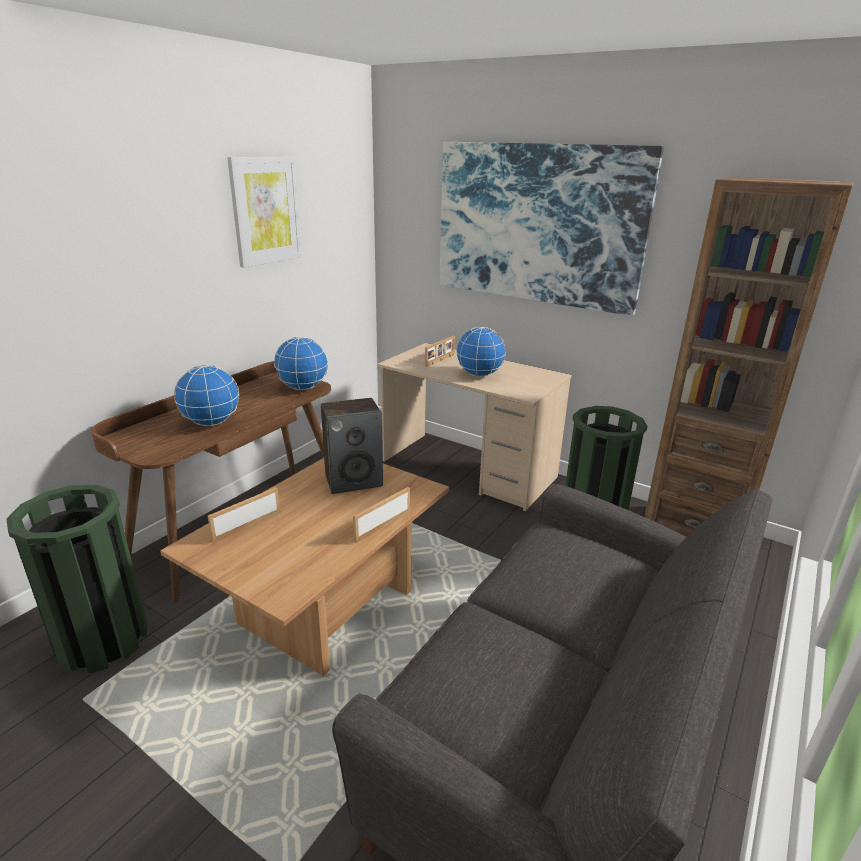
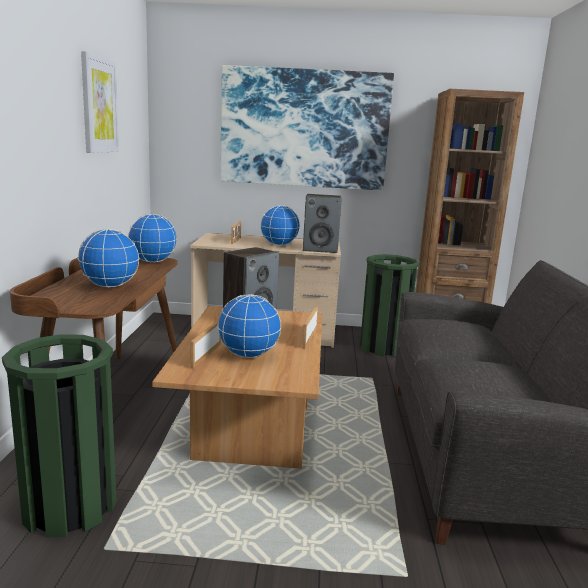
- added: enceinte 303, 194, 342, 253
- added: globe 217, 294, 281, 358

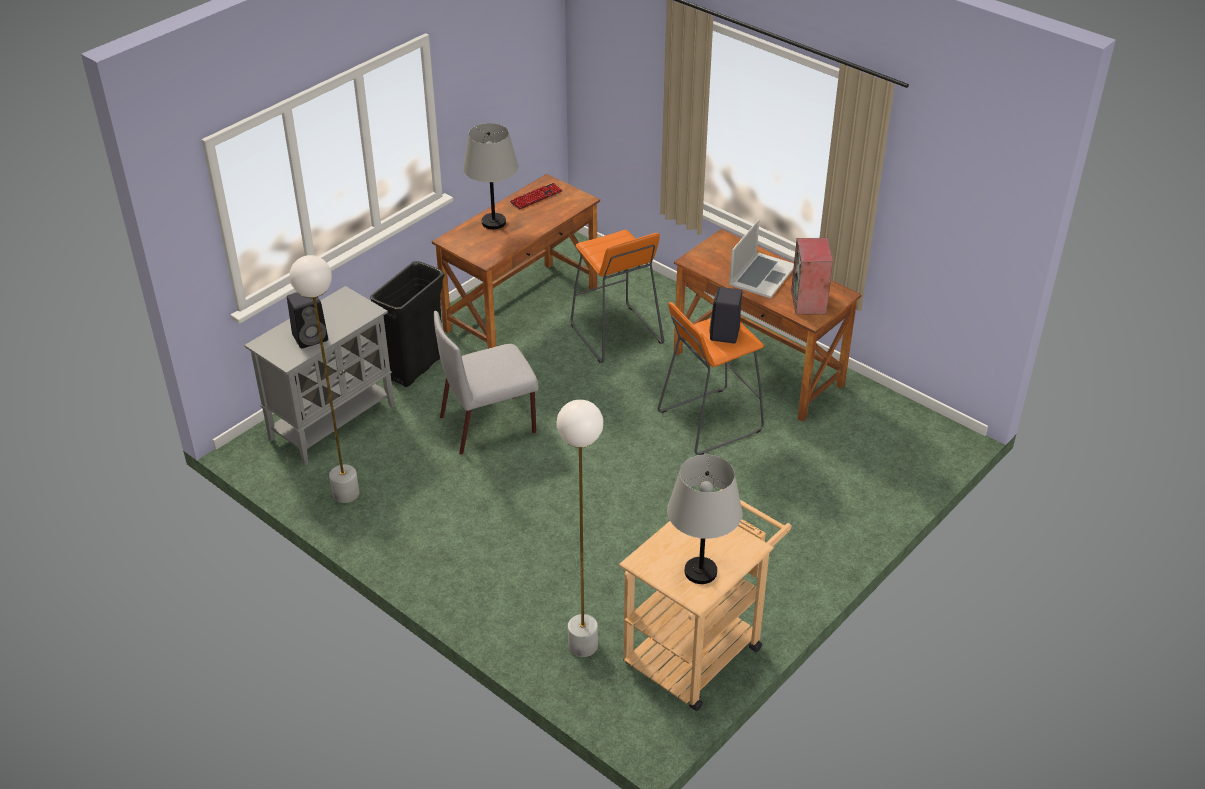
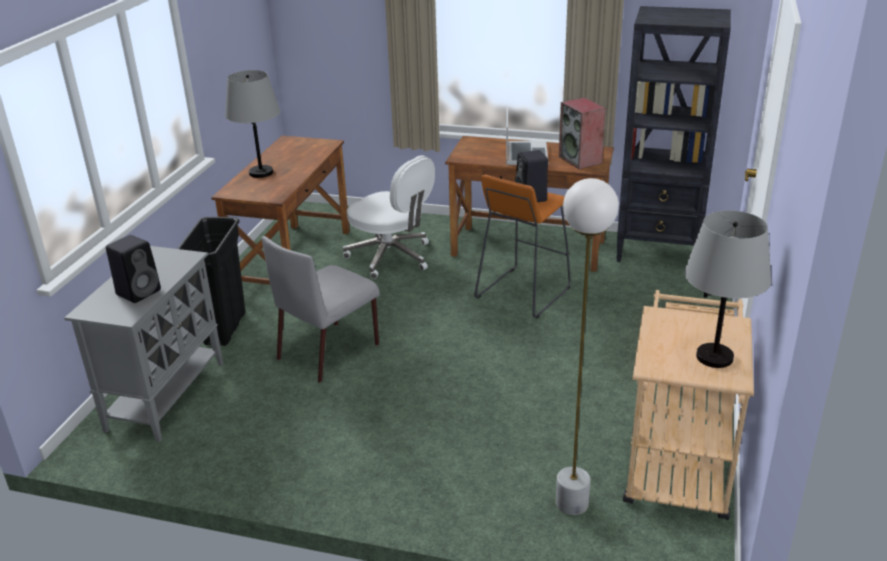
- removed: clavier 510, 183, 563, 210
- replaced: tabouret (orange) 571, 230, 664, 363 to chaise de bureau (blanc) 343, 155, 435, 279
- removed: lampadaire (blanc) 289, 255, 359, 503
- added: bibliothèque (noir) 616, 6, 731, 262

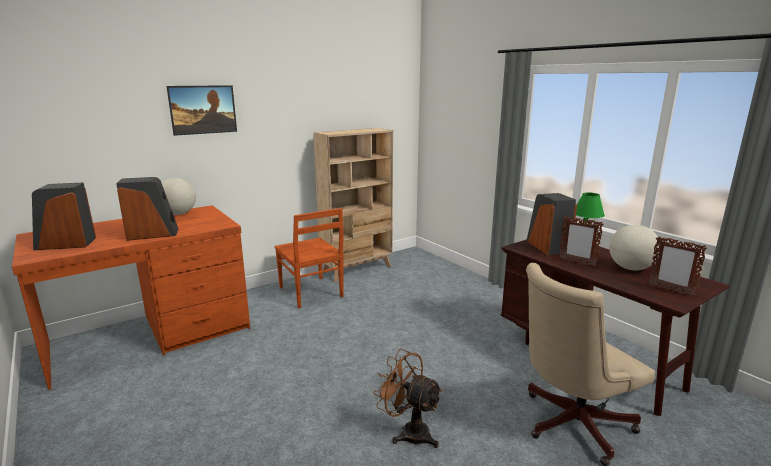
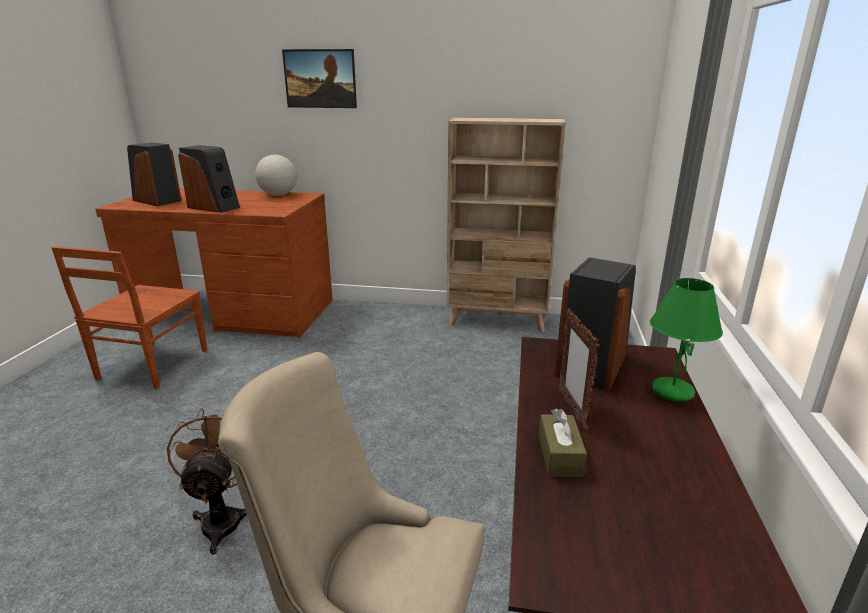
- moved: chaise (marron) 275, 208, 344, 308 to 51, 246, 207, 389
- removed: globe 609, 225, 660, 270
- removed: cadre photo 649, 236, 707, 297
- added: boîte à mouchoirs (marron) 539, 409, 587, 477

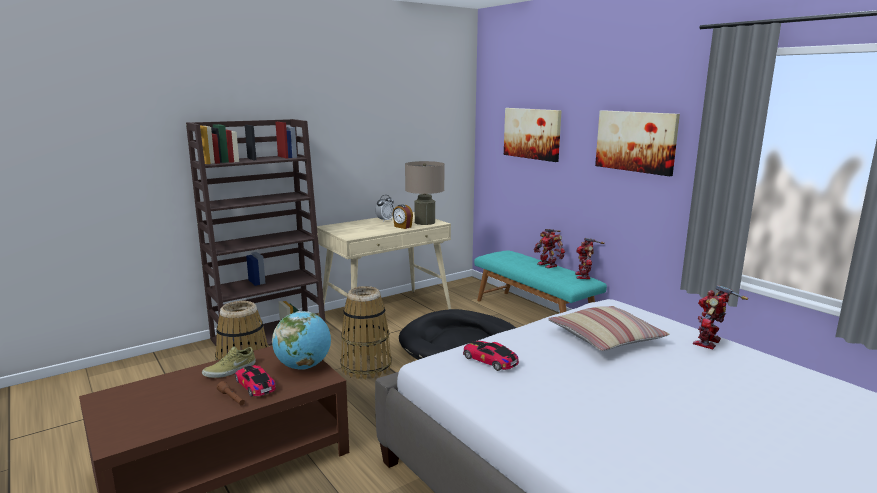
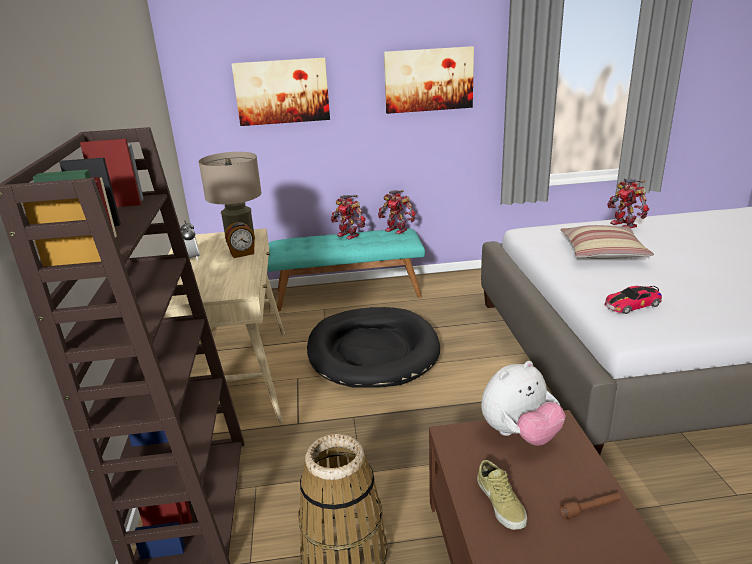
- turned: robot jouet 534, 229, 565, 268 = 331, 195, 366, 240 45 degrees clockwise
- removed: panier 340, 286, 392, 379
- replaced: globe 272, 311, 331, 370 to peluche 481, 361, 566, 446
- removed: petite voiture 235, 365, 276, 397

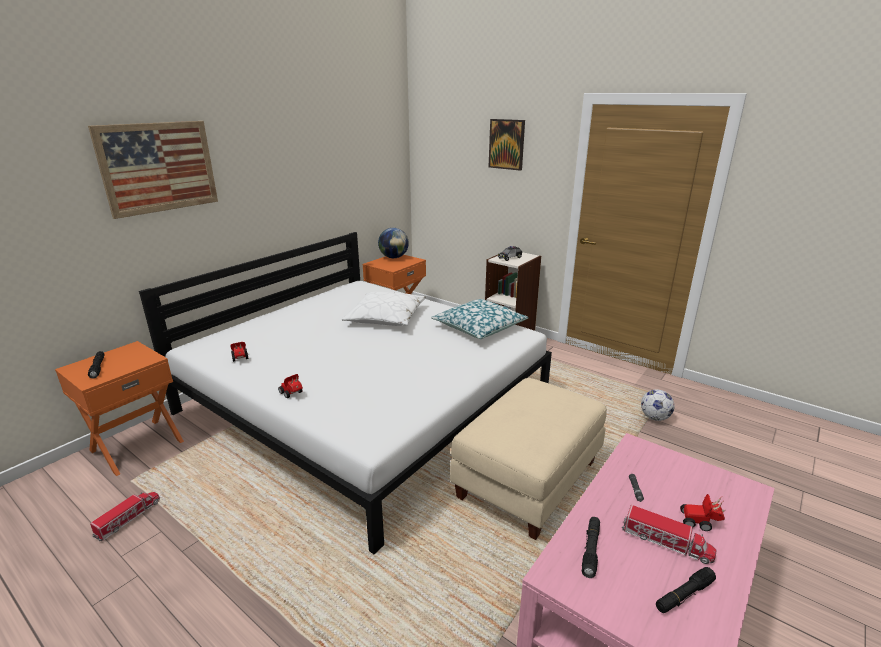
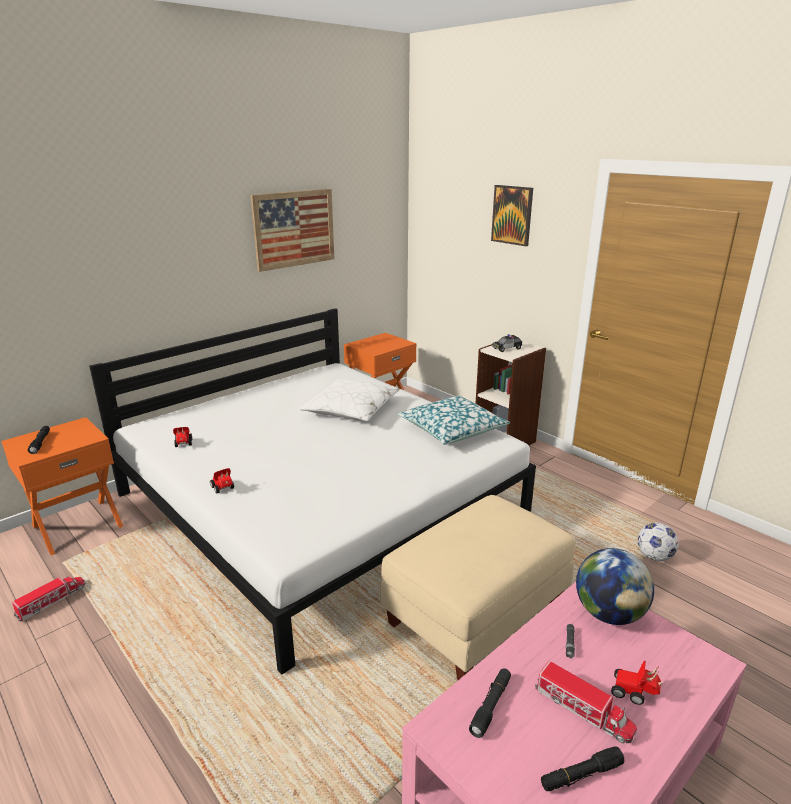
- moved: tableau 88, 121, 218, 219 to 250, 189, 334, 272
- moved: globe 378, 228, 409, 258 to 576, 548, 654, 625

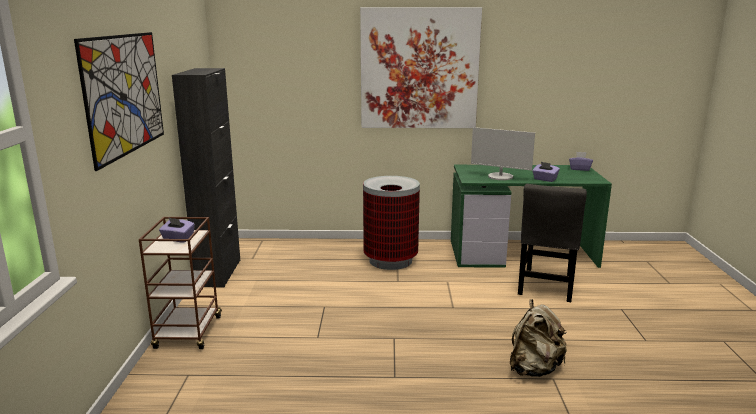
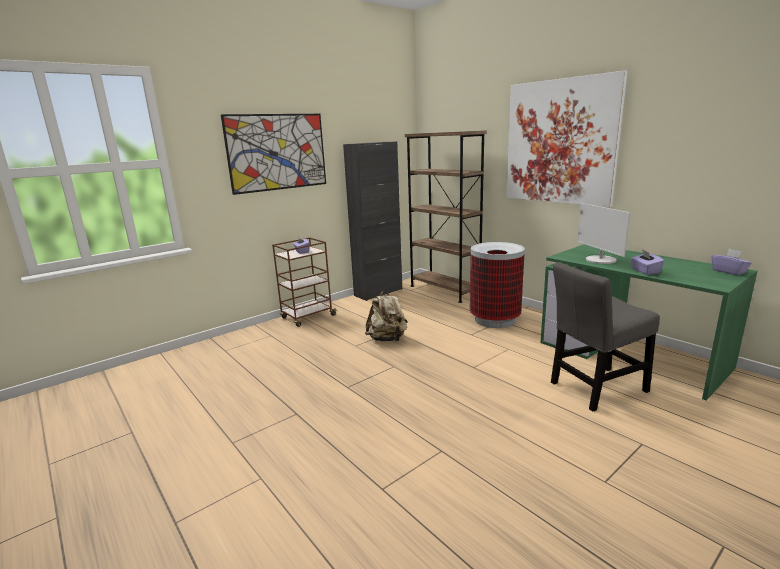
- moved: sac à dos (beige) 510, 299, 567, 377 to 365, 289, 408, 342
- added: bibliothèque (marron) 405, 131, 487, 303

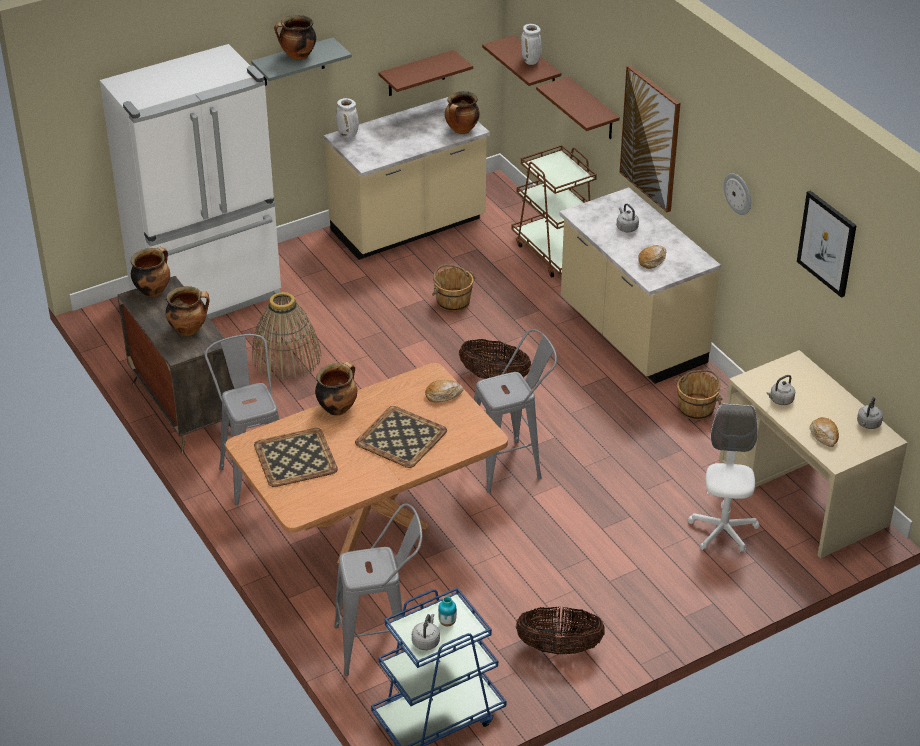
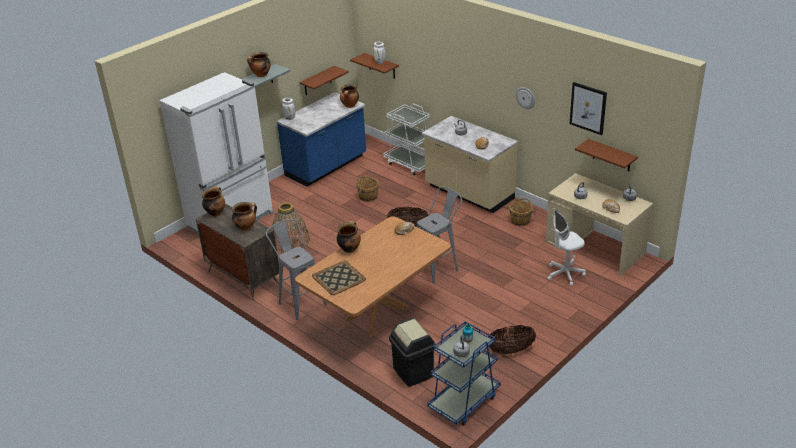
- removed: tableau 619, 65, 681, 212
- moved: étagère (marron) 536, 76, 620, 139 to 575, 139, 638, 171
- recoloured: comptoir de cuisine (beige) 324, 97, 490, 260 to comptoir de cuisine (bleu) 277, 92, 366, 187
- recoloured: chariot (marron) 511, 145, 597, 277 to chariot (blanc) 383, 104, 430, 175
- turned: chaise de bureau (blanc) 688, 404, 760, 553 = 548, 208, 586, 286 105 degrees counterclockwise
- removed: plateau 355, 406, 447, 468
- replaced: tabouret (gris) 334, 503, 423, 676 to poubelle (noir) 389, 318, 436, 387

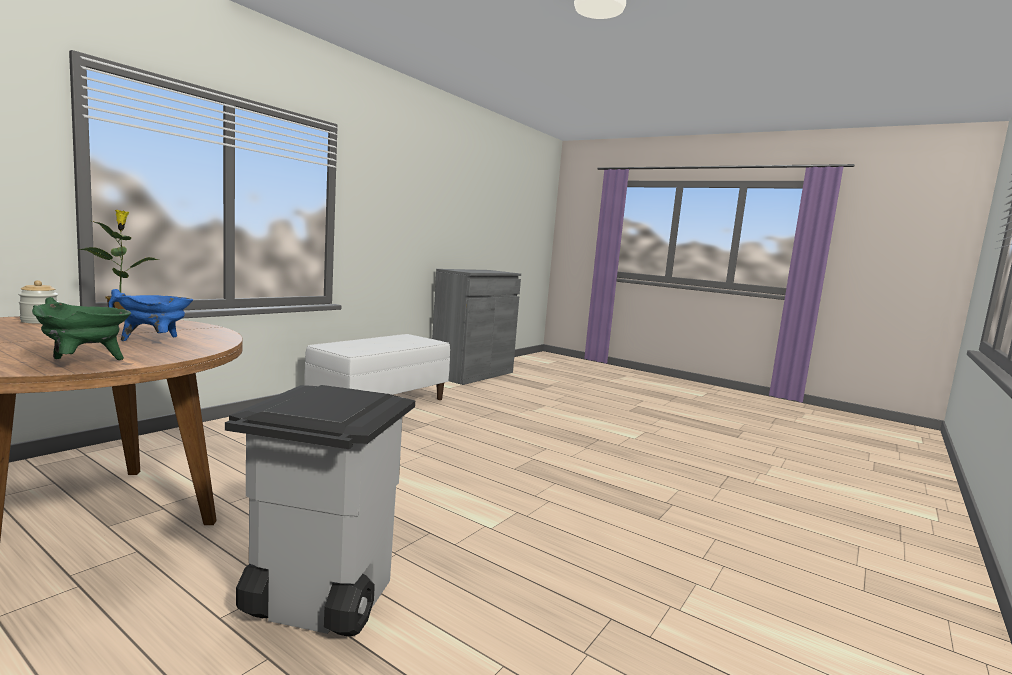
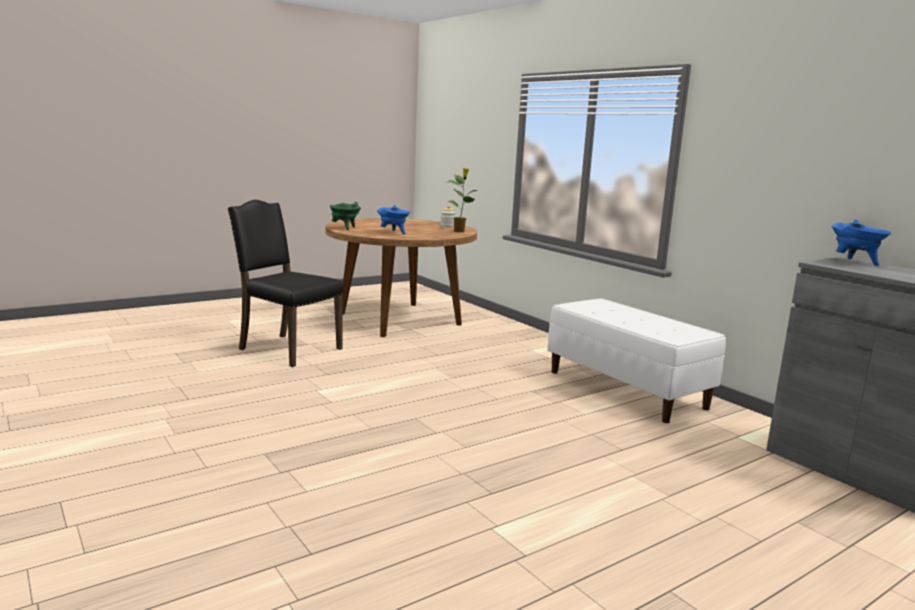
- replaced: poubelle (gris) 225, 385, 415, 636 to chaise (noir) 228, 200, 344, 367
- added: marmite (bleu) 831, 220, 891, 266

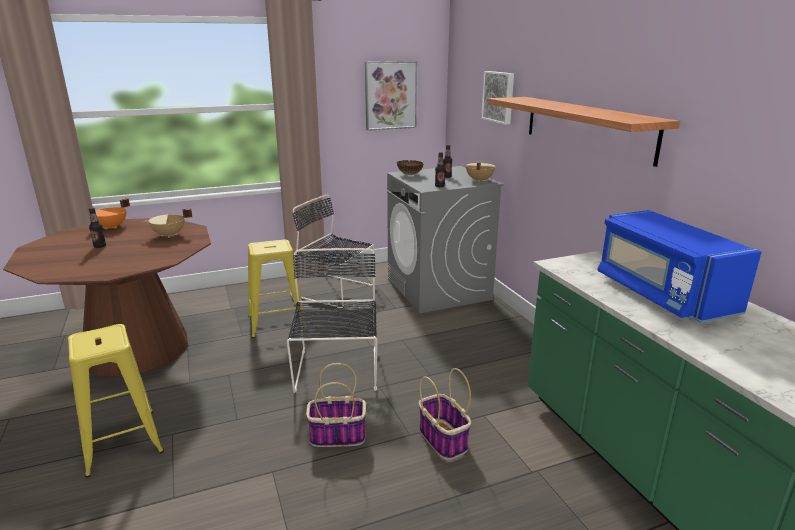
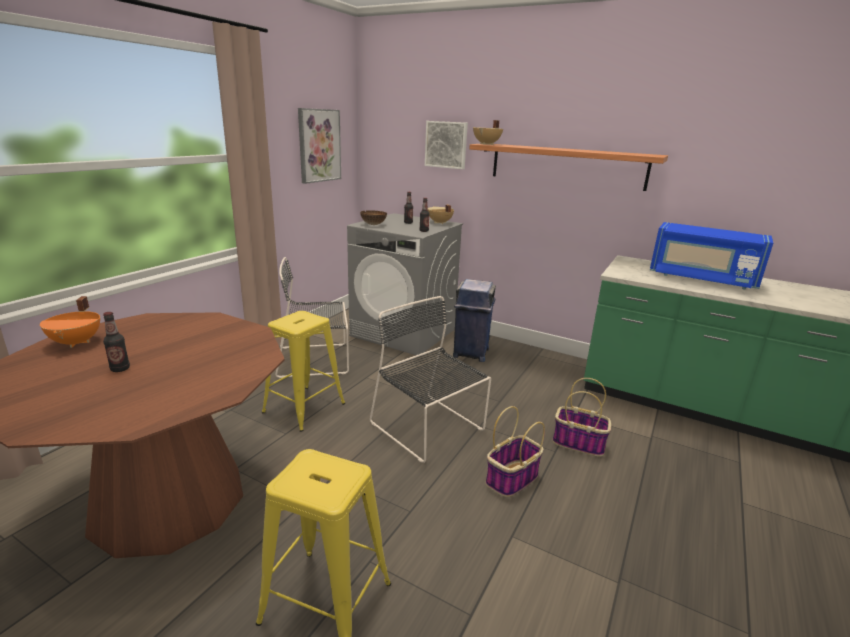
- moved: marmite (beige) 144, 209, 192, 238 to 473, 120, 503, 145
- added: poubelle (bleu) 453, 279, 496, 362

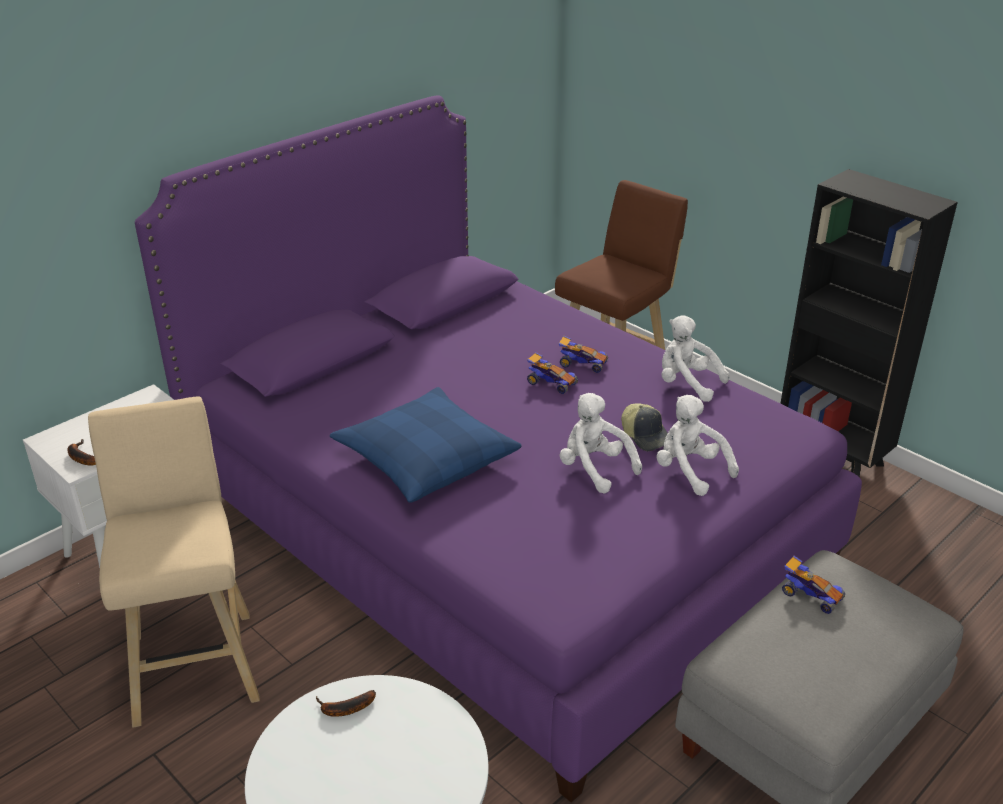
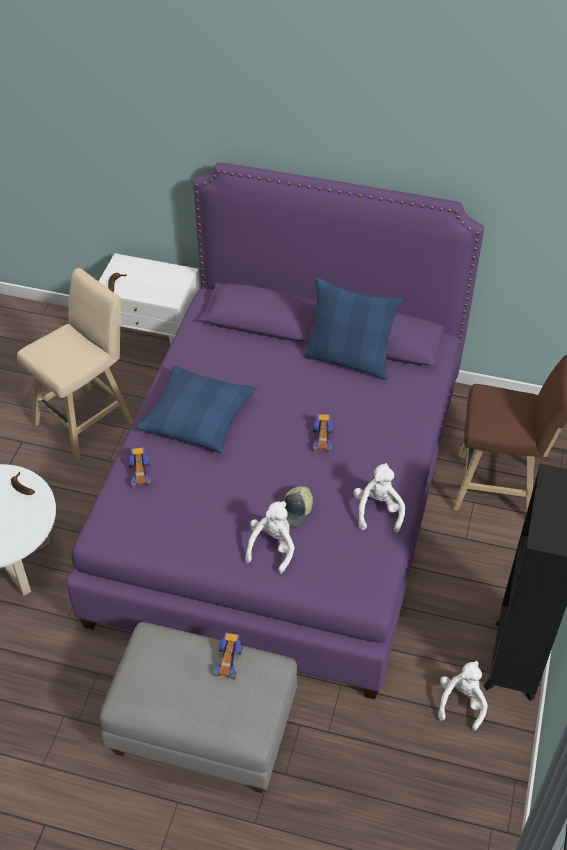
- moved: petite voiture 558, 336, 608, 373 to 128, 447, 151, 488
- moved: peluche (blanc) 560, 393, 642, 494 to 438, 661, 488, 731
- added: coussin (bleu) 304, 277, 402, 380

